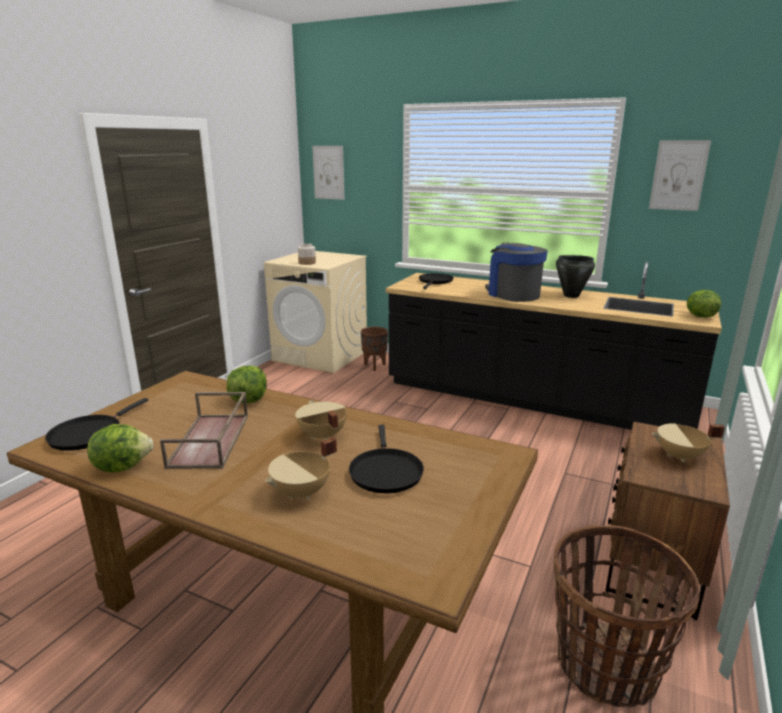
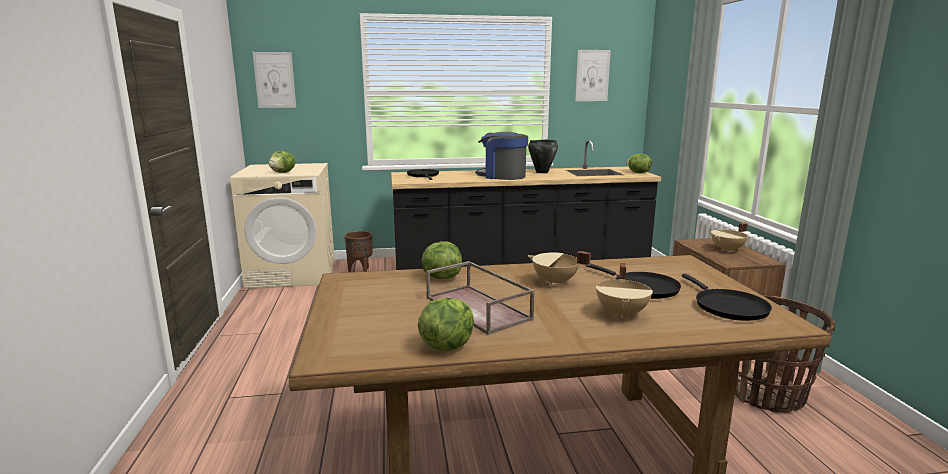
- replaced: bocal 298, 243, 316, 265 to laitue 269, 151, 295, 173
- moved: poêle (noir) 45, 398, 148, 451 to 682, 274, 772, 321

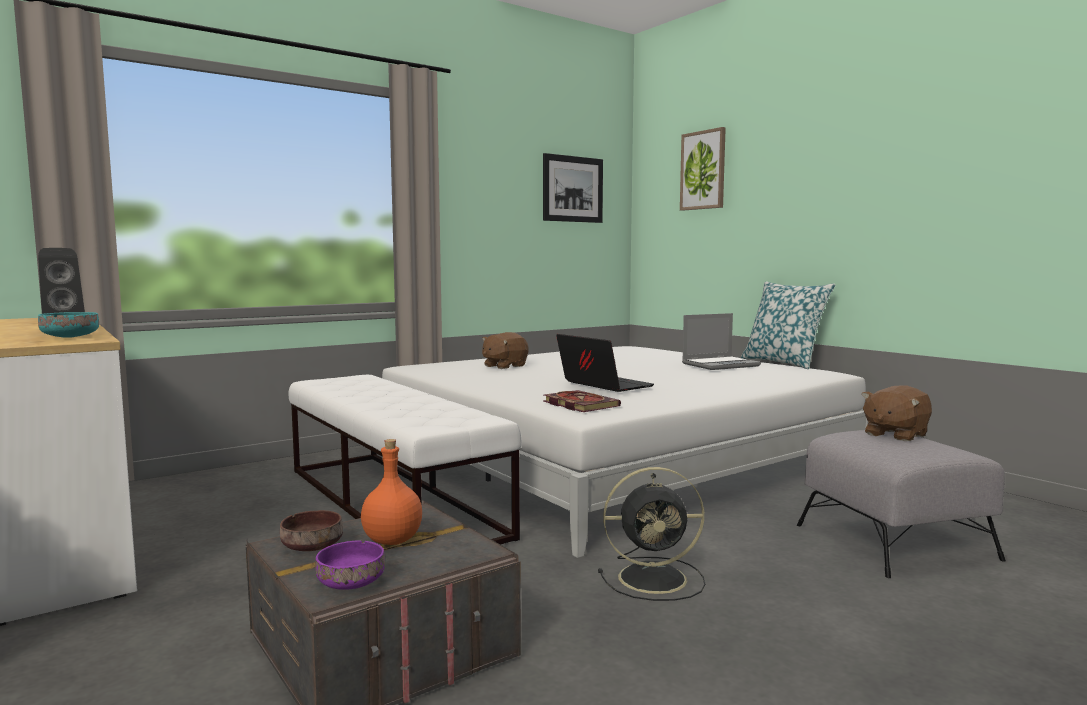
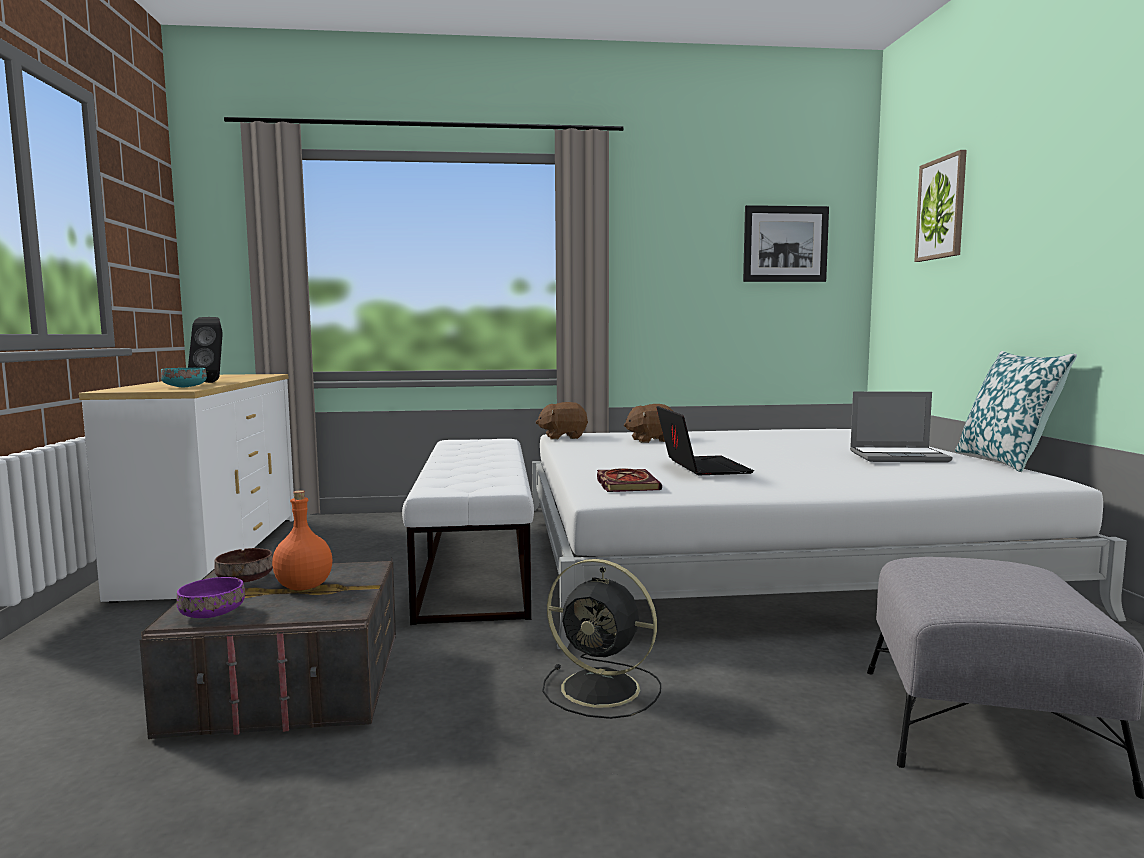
- moved: peluche (marron) 862, 385, 932, 441 to 536, 402, 588, 440

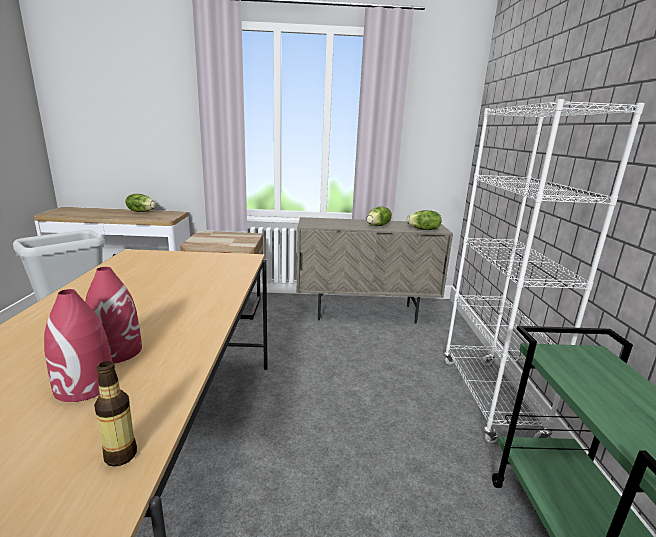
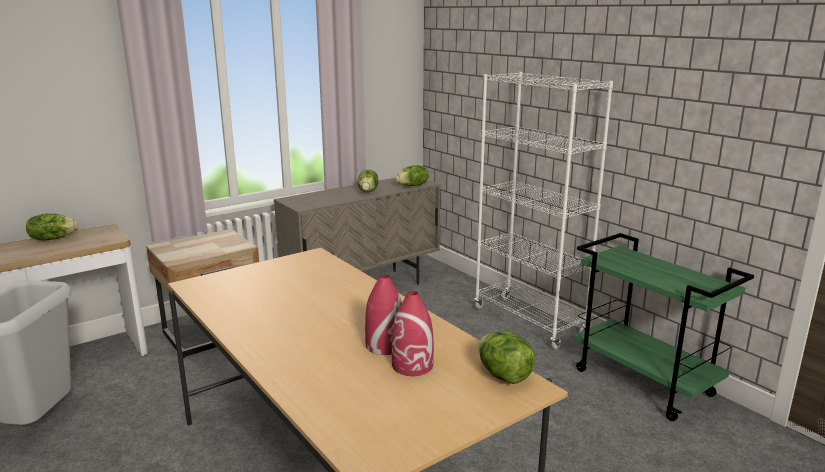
- replaced: bouteille 94, 361, 137, 467 to laitue 478, 331, 535, 384

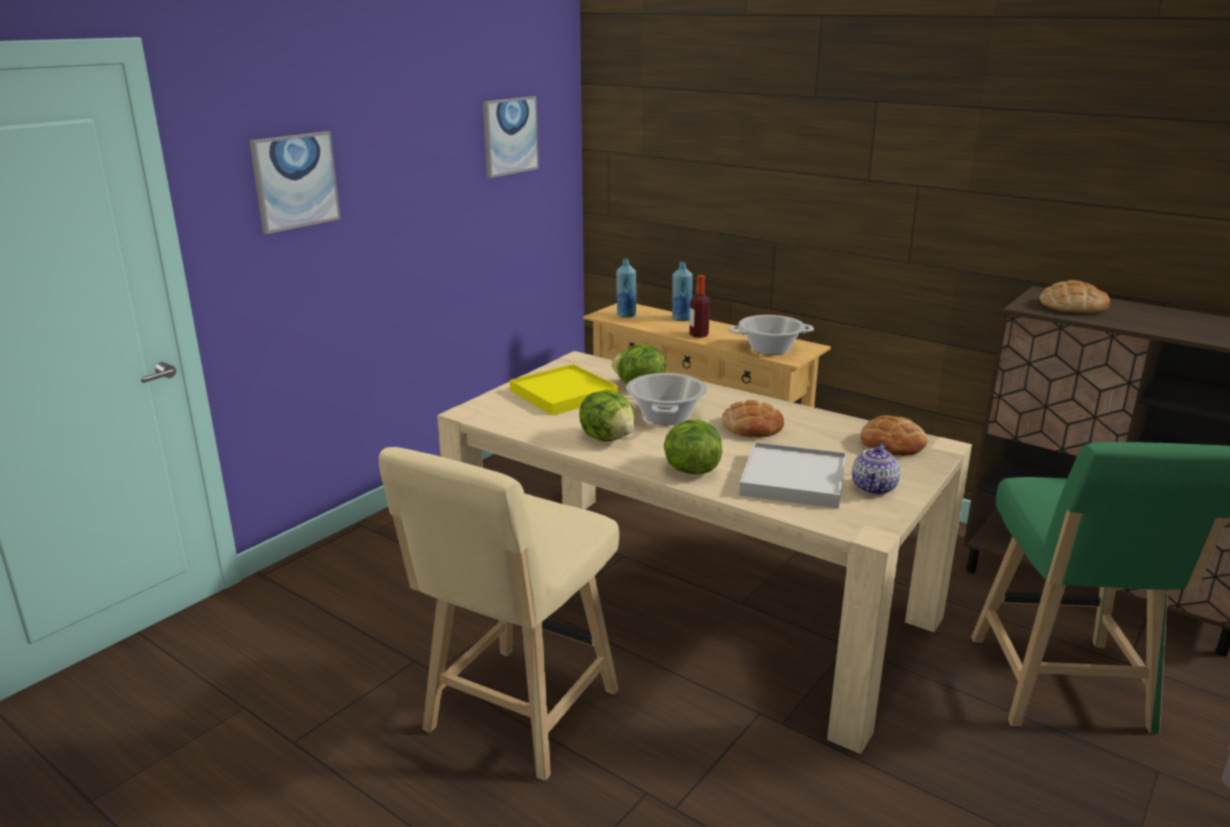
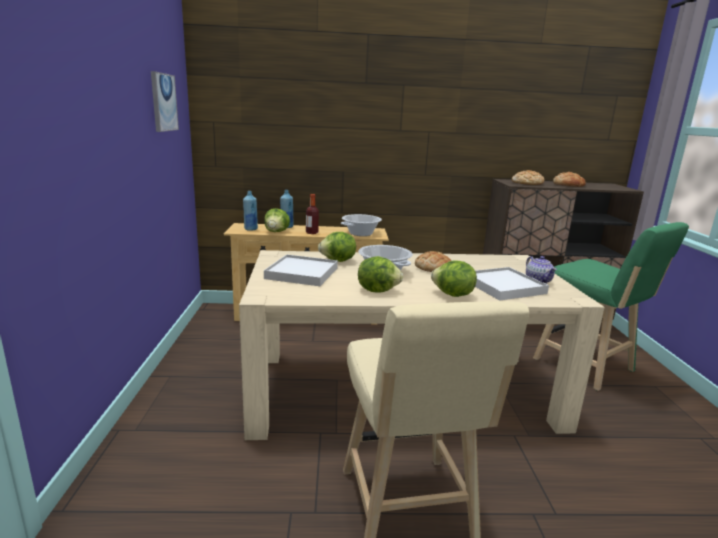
- removed: tableau 249, 131, 340, 234
- recoloured: plateau (jaune) 510, 364, 618, 416 to plateau (blanc) 264, 254, 338, 286
- moved: pain 860, 415, 928, 456 to 553, 172, 586, 187
- added: laitue 264, 208, 290, 232

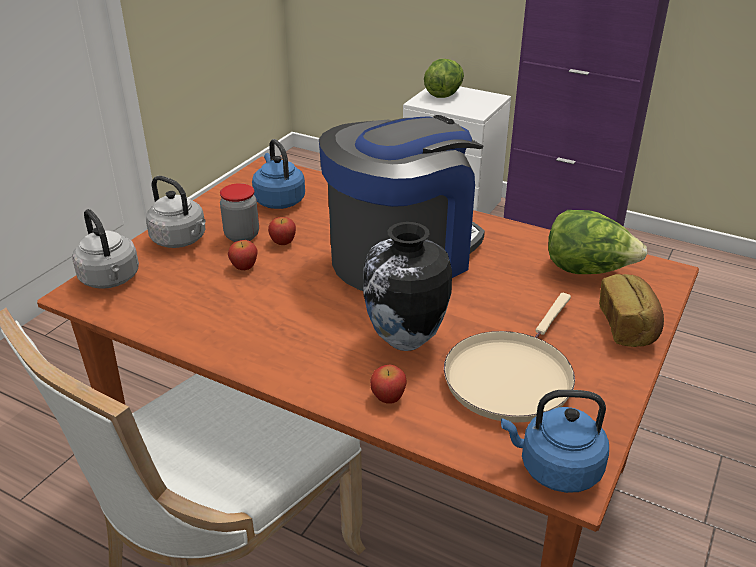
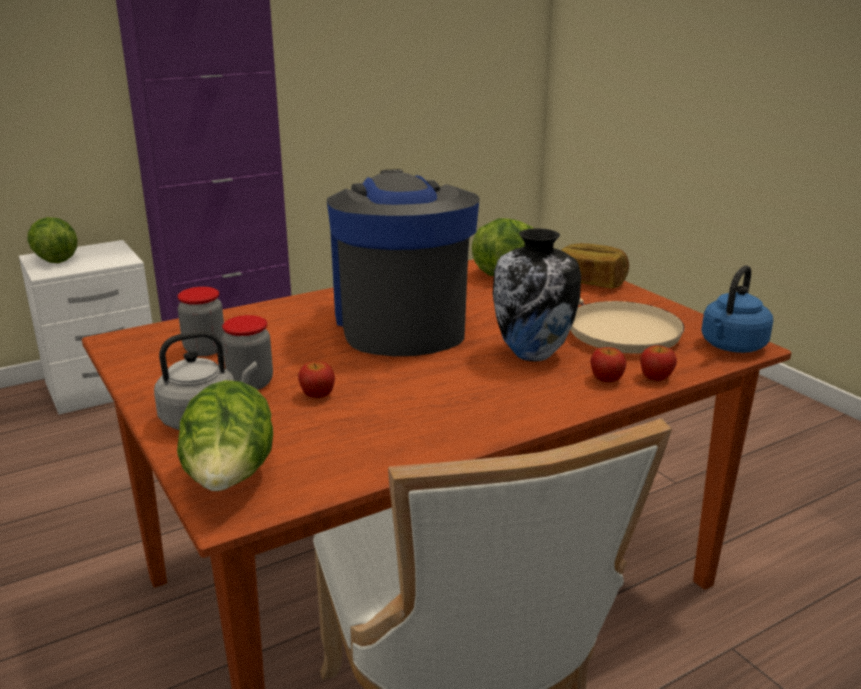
- replaced: bouilloire (bleu) 252, 139, 305, 209 to bocal 178, 287, 225, 356
- replaced: bouilloire (gris) 72, 209, 139, 289 to laitue 177, 380, 273, 491
- moved: pomme 268, 217, 296, 245 to 640, 345, 677, 381

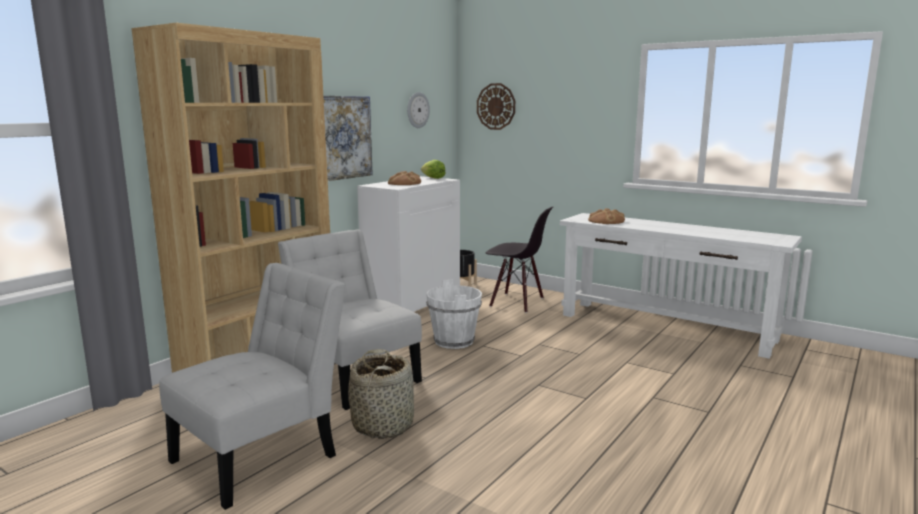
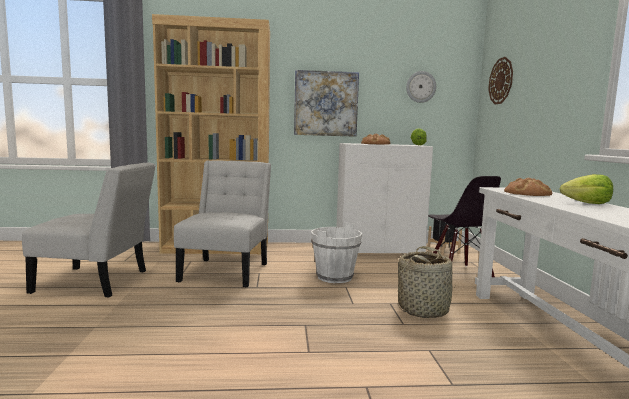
- moved: panier 348, 349, 414, 439 to 397, 246, 456, 318
- added: laitue 560, 174, 613, 204

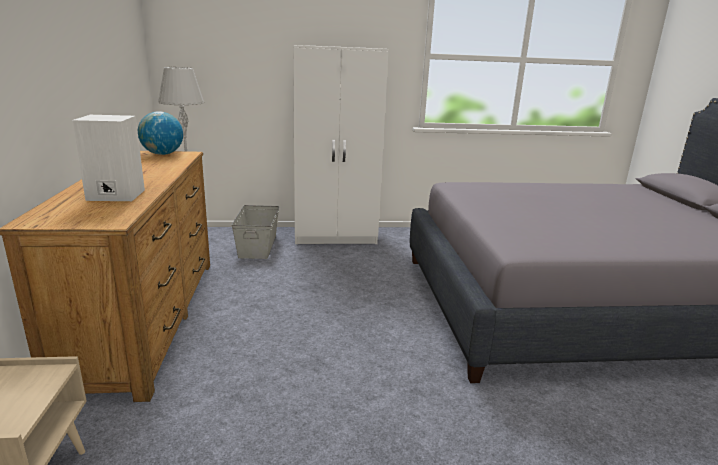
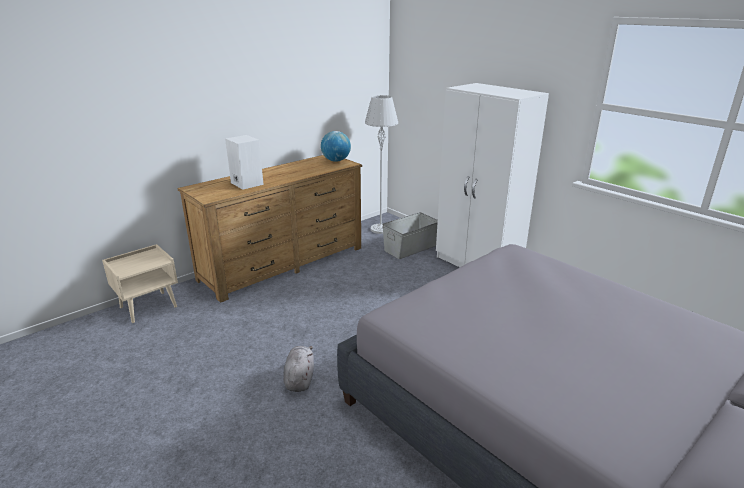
- added: peluche (gris) 284, 346, 314, 392

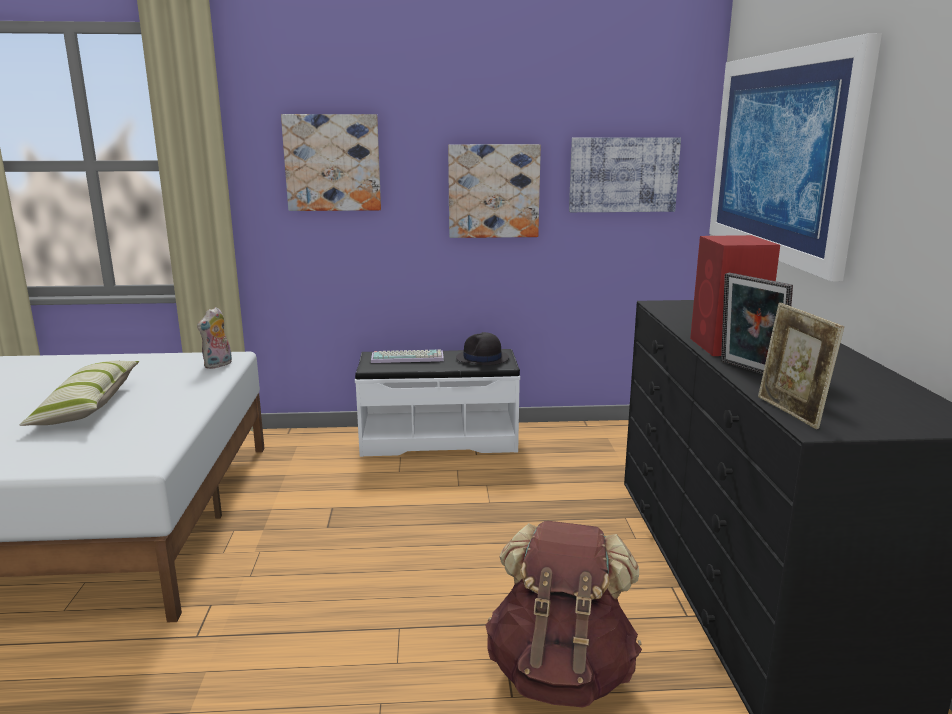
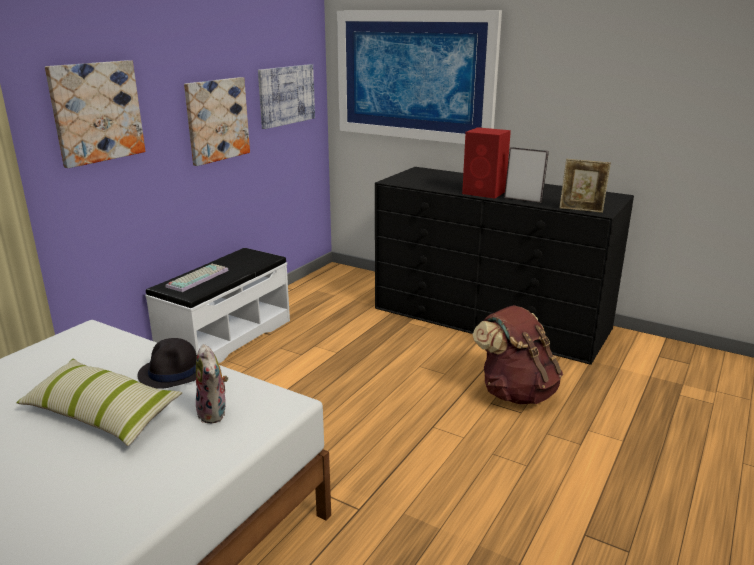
- turned: cadre photo 721, 273, 793, 374 = 504, 147, 549, 203 150 degrees counterclockwise
- moved: peluche 197, 307, 232, 369 to 196, 344, 228, 423
- moved: chapeau (noir) 456, 332, 509, 365 to 137, 338, 197, 389

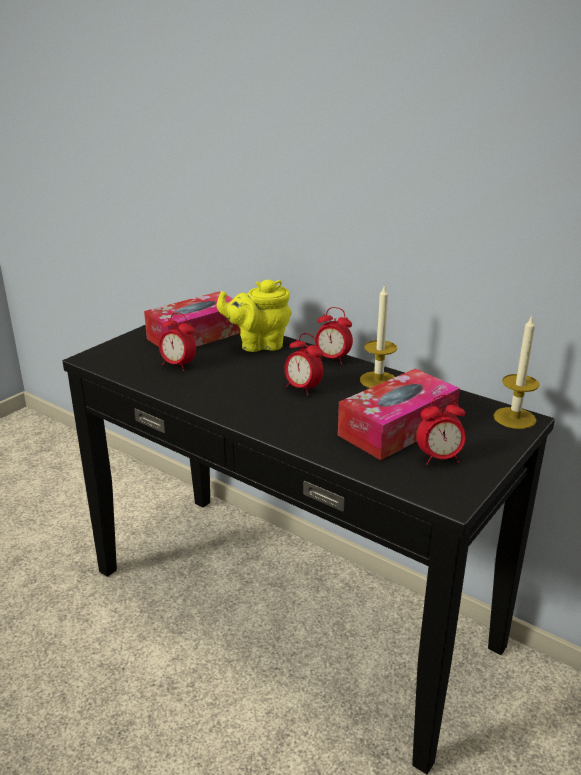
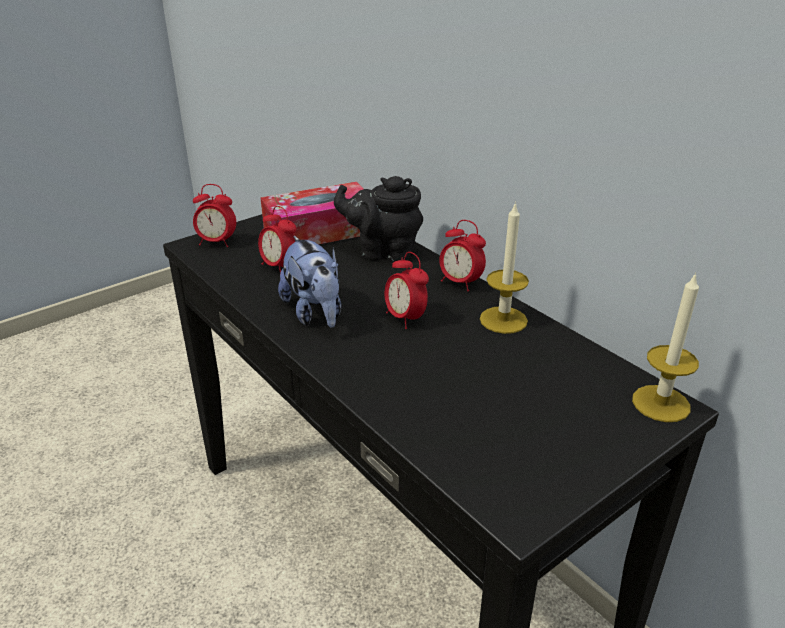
- recoloured: théière (jaune) 217, 280, 291, 352 to théière (noir) 334, 176, 423, 262
- removed: boîte à mouchoirs 338, 368, 460, 460
- moved: réveil 417, 395, 466, 465 to 193, 184, 236, 247
- added: peluche 278, 236, 341, 328

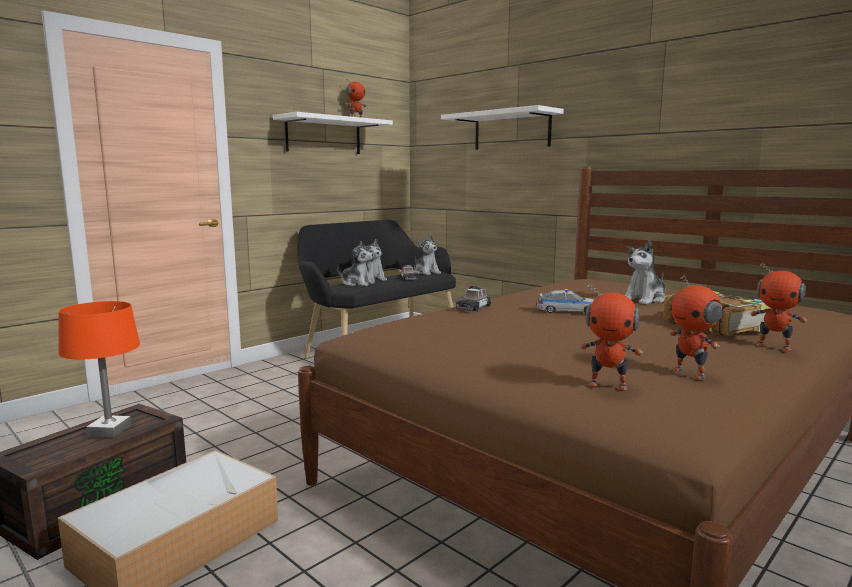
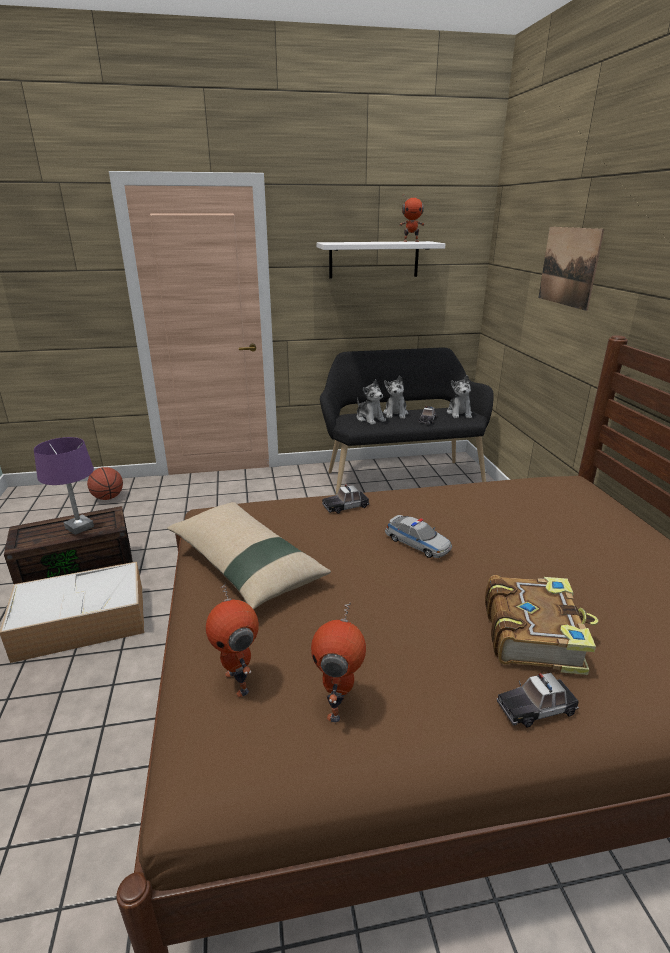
- replaced: étagère (blanc) 441, 105, 564, 150 to tableau 538, 227, 604, 311
- removed: peluche 625, 240, 666, 305
- replaced: robot jouet 750, 262, 807, 350 to petite voiture 497, 673, 579, 727
- recoloured: lampe de table (orange) 58, 301, 140, 438 to lampe de table (violet) 34, 437, 94, 535
- added: ballon de basket 87, 467, 123, 500
- added: coussin (beige) 167, 502, 331, 609

